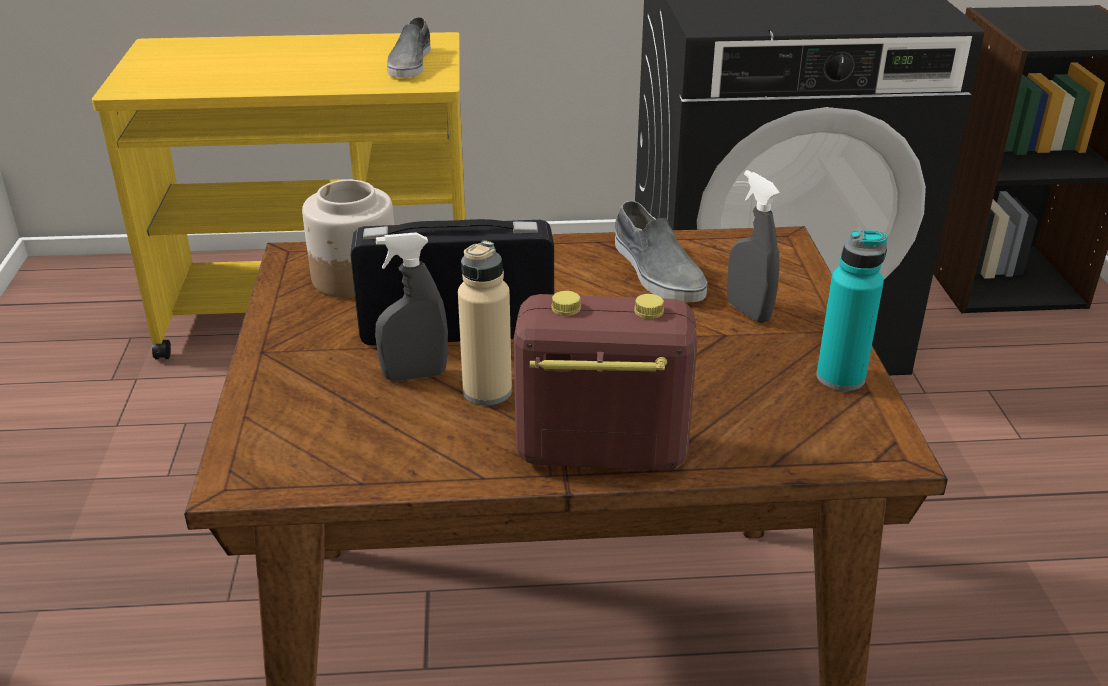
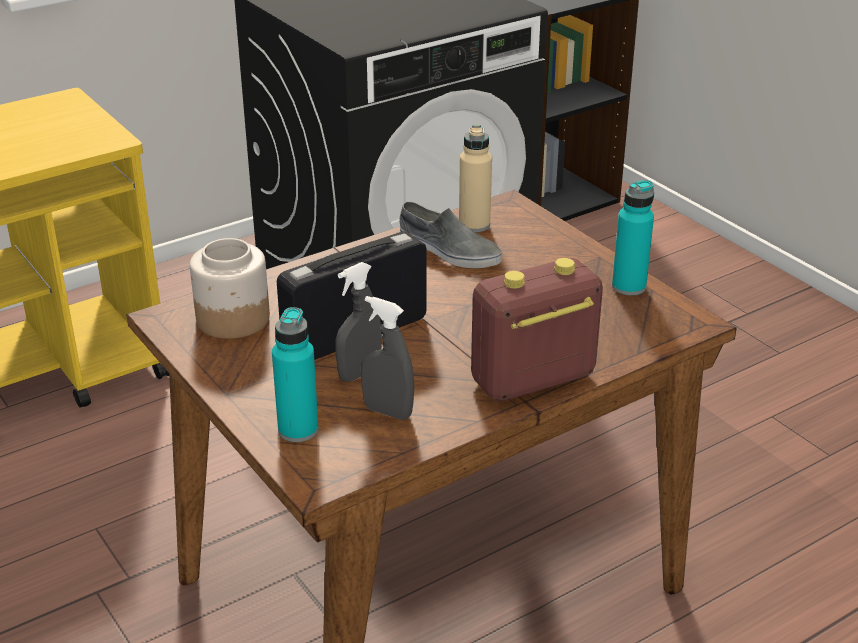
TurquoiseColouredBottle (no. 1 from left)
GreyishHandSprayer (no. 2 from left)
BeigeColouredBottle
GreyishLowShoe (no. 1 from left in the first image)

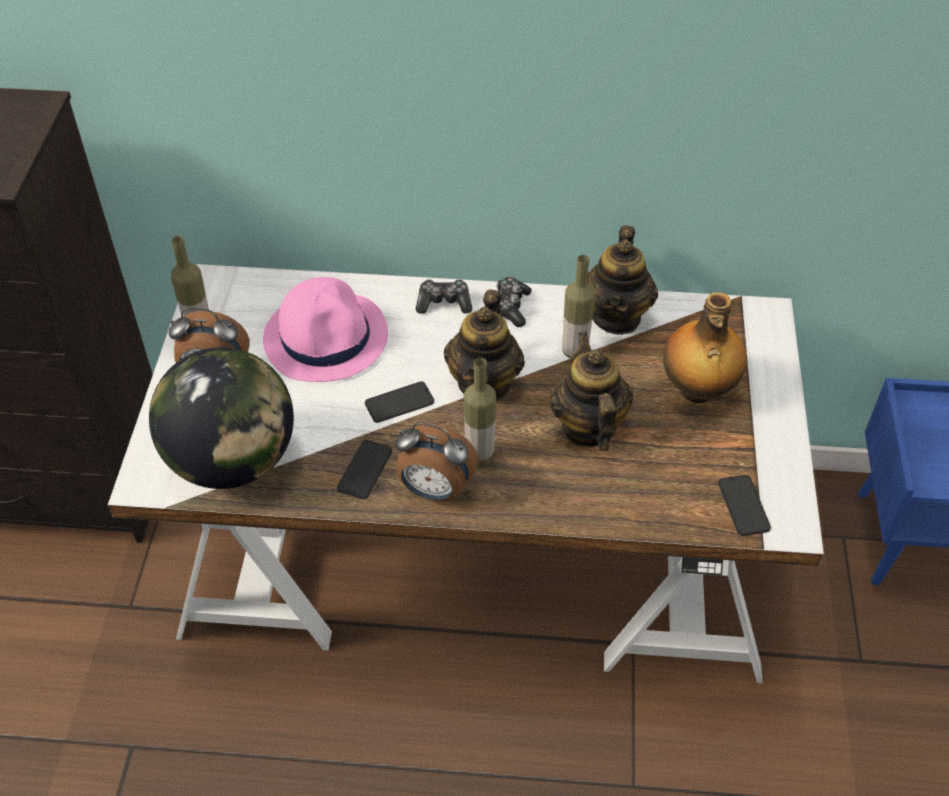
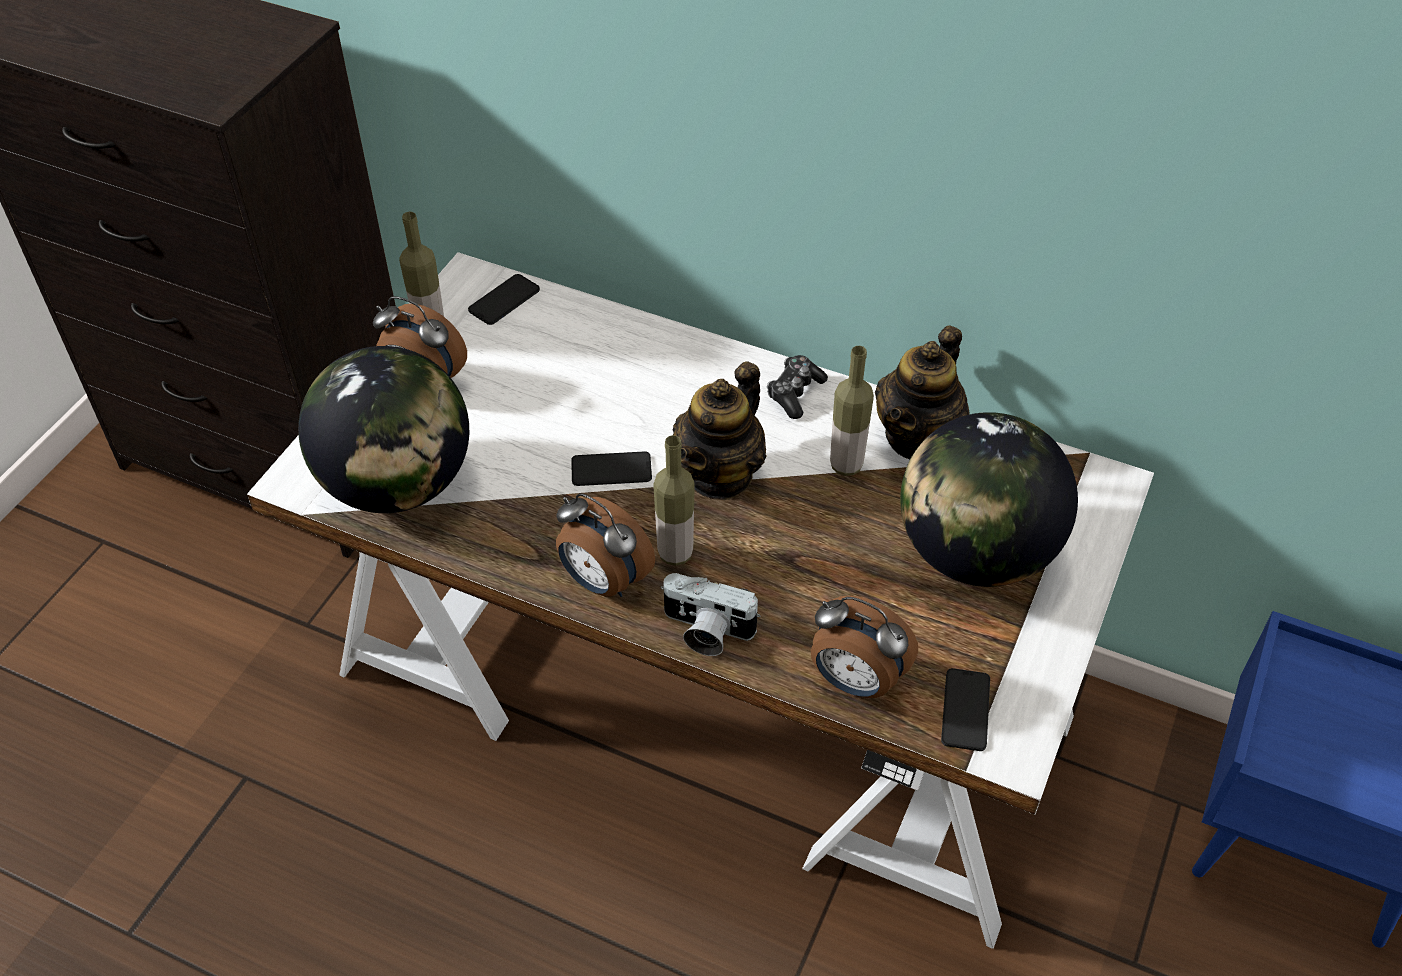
Phone (no. 1 from left)
PhotoCamera
BedsideClock (no. 3 from left)
Globe (no. 2 from left)
PinkHat
GameController (no. 1 from left in the first image)
Teapot (no. 2 from left in the first image)

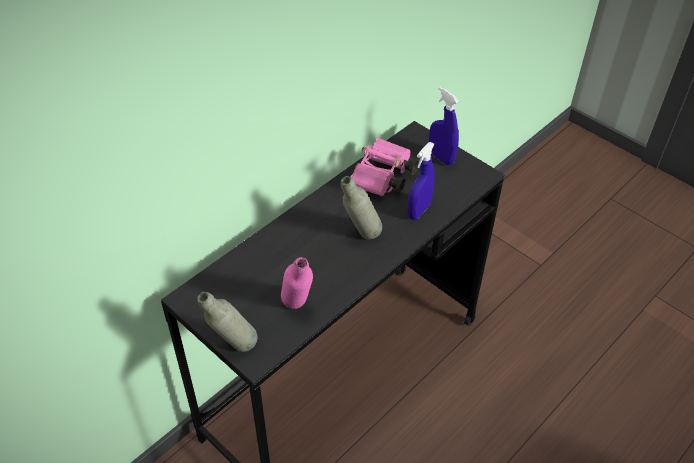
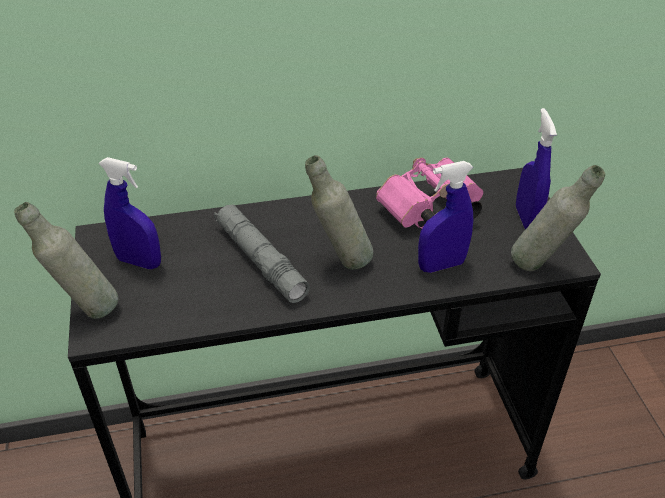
BlueColouredHandSprayer (no. 1 from left)
GreyishTorch
GreyishBottle (no. 3 from left)
PinkBottle

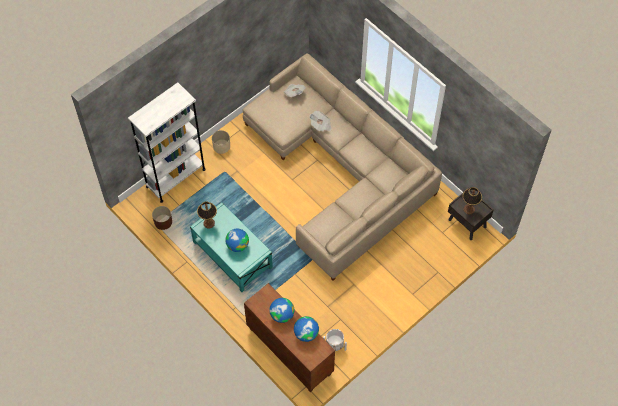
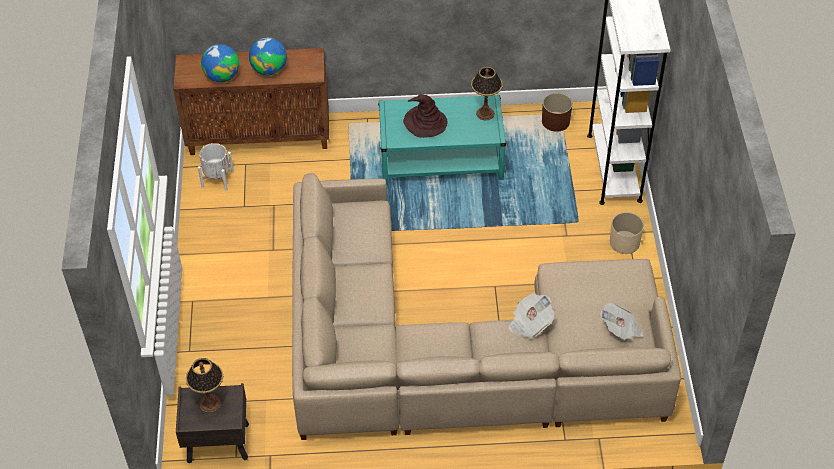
BrownishHat

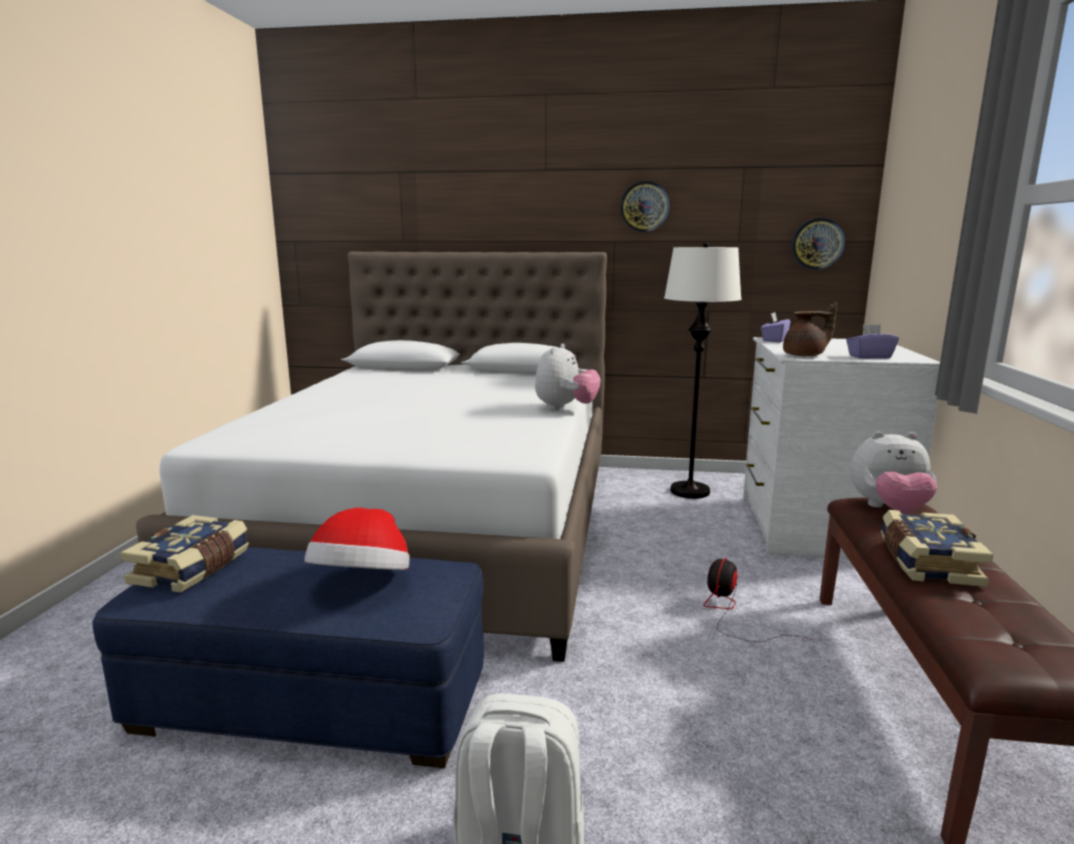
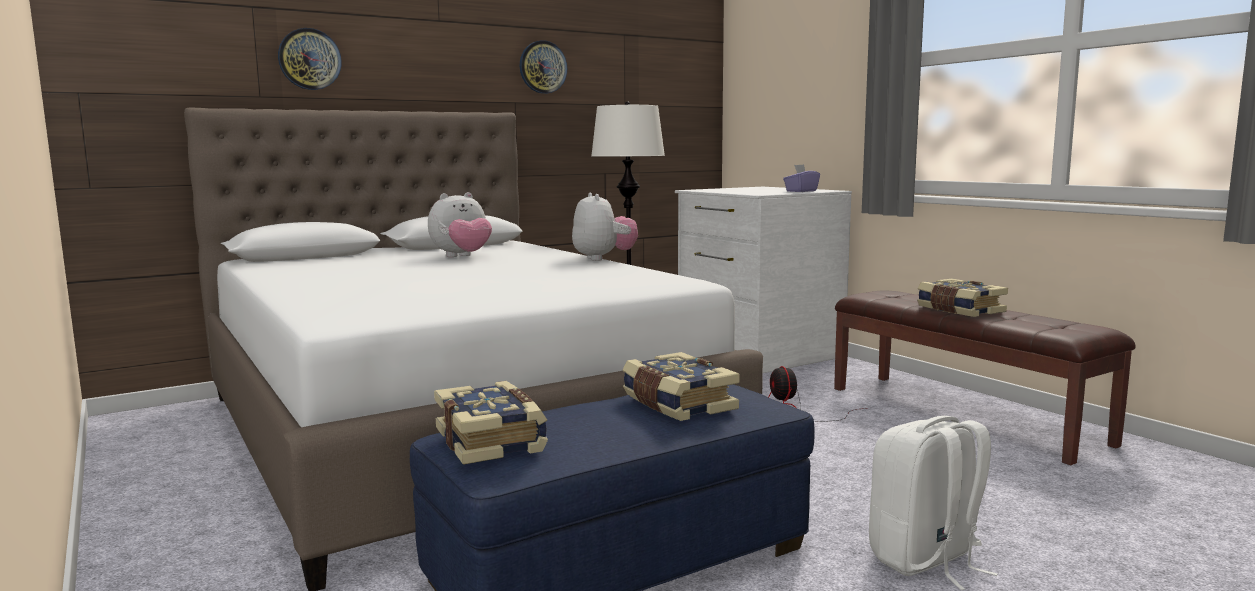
HangingClock (no. 1 from left)
CuddlyToy (no. 1 from left)
BoundBook (no. 2 from left)
PurpleTissueBox (no. 1 from left in the first image)
BrownishTeapot

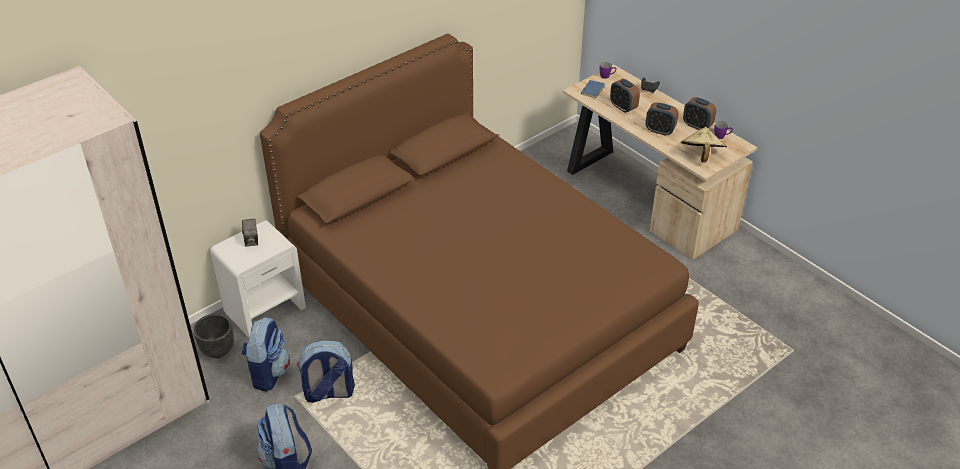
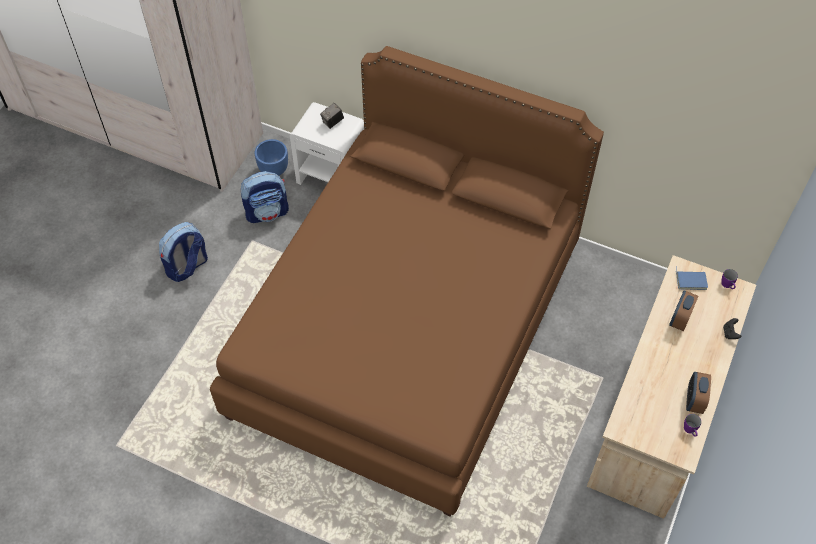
BlueColouredFlowerPot
Backpack (no. 3 from left in the first image)
BedsideClock (no. 2 from left in the first image)
BeigeColouredHat

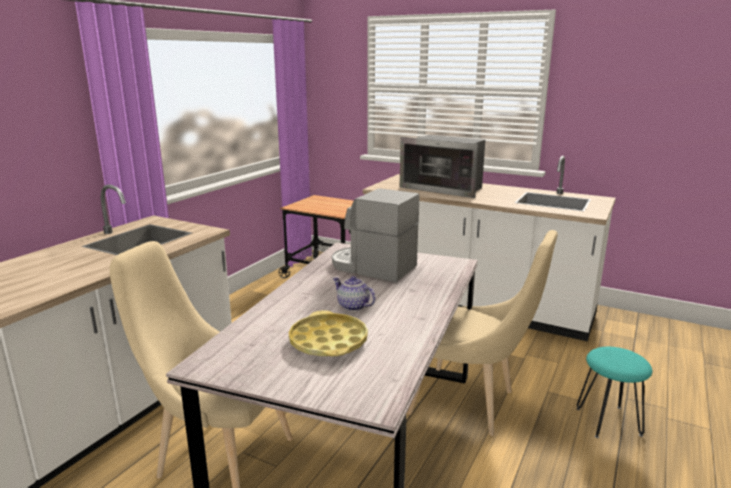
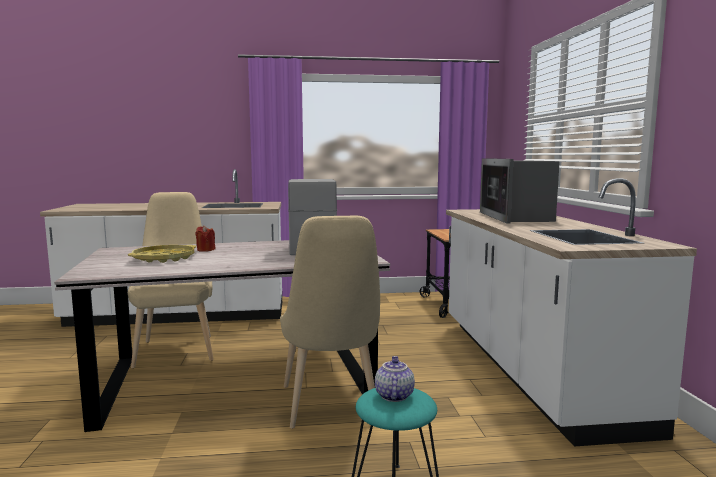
ReddishWaxCandle
Teapot

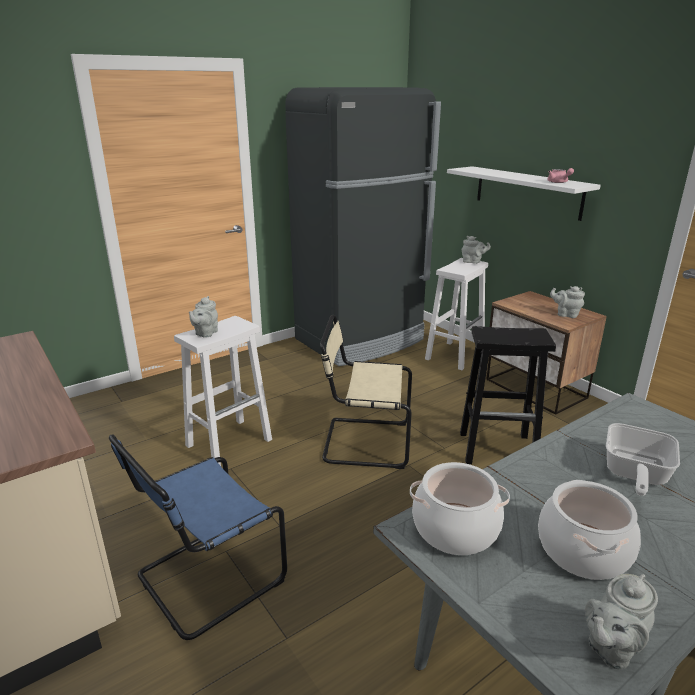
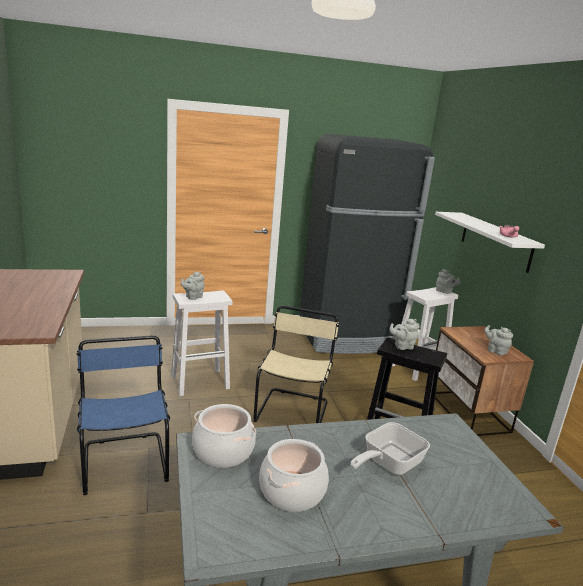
BlueColouredChair
BeigeColouredChair
GreyishTeapot (no. 2 from left)

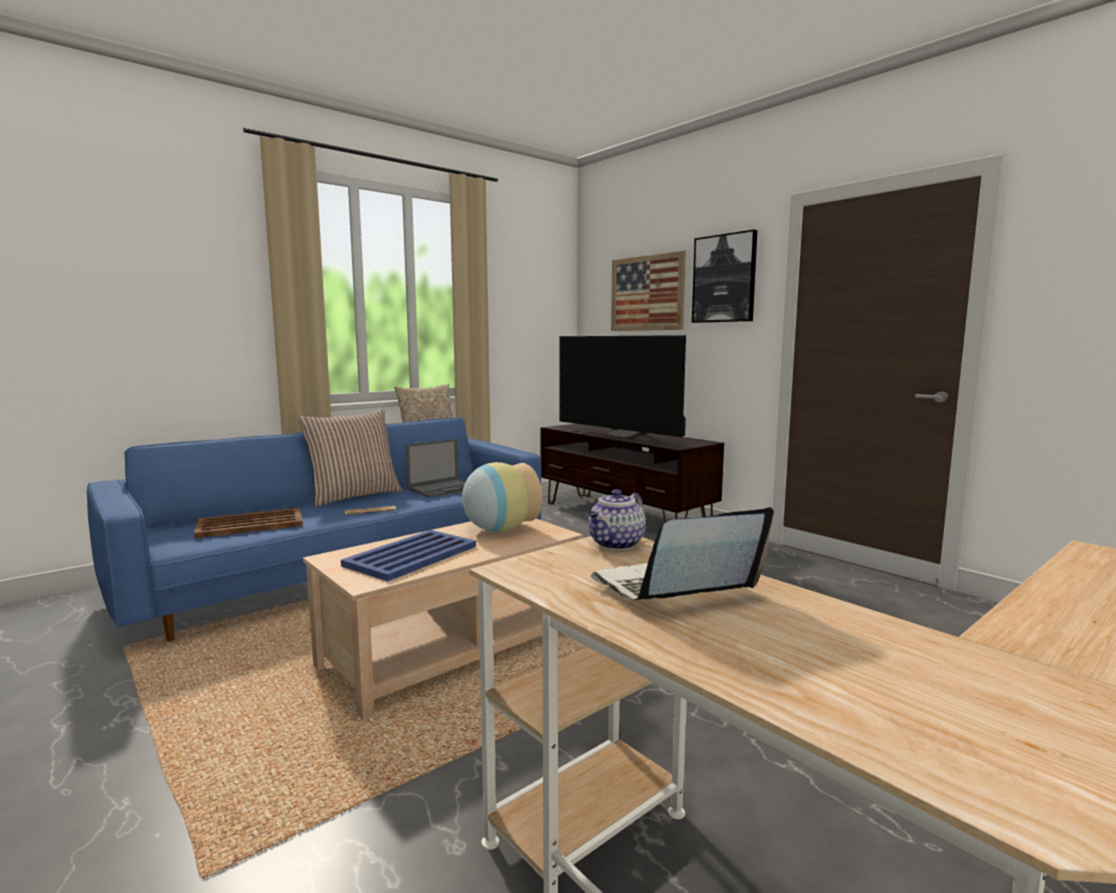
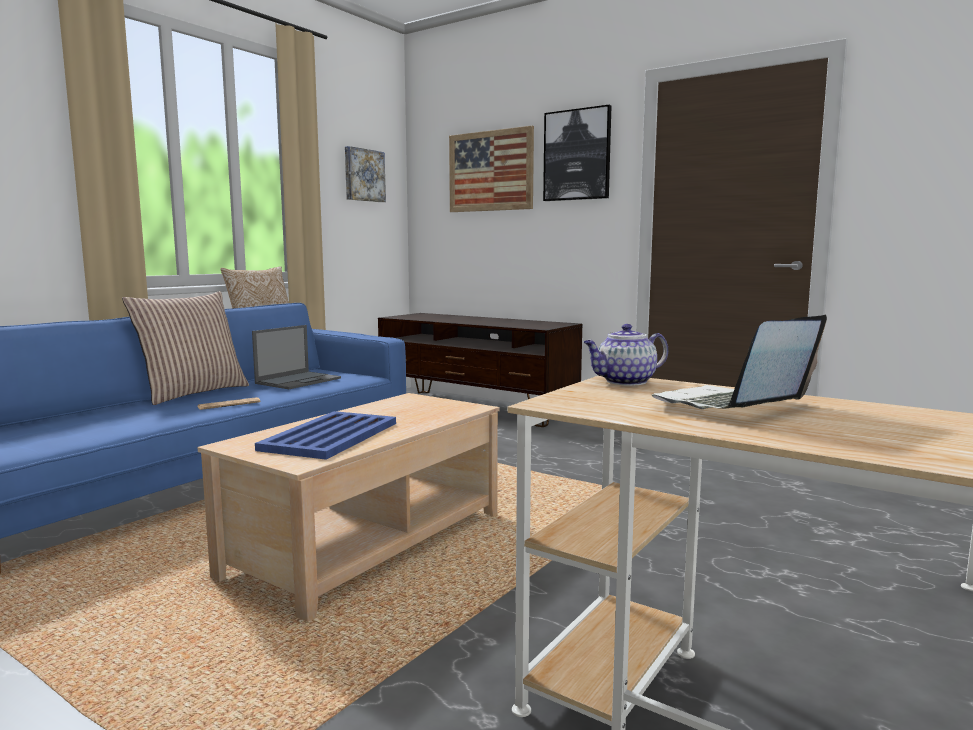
WallArt (no. 1 from left)
Teapot
BrownishTray
DecorativeVase
TvSet

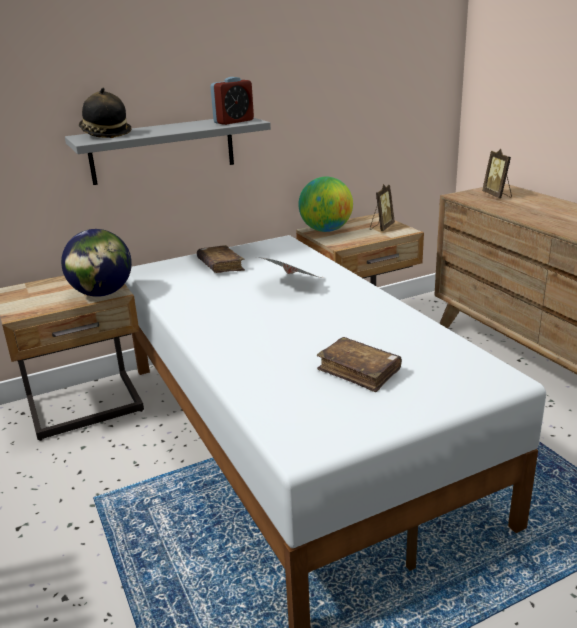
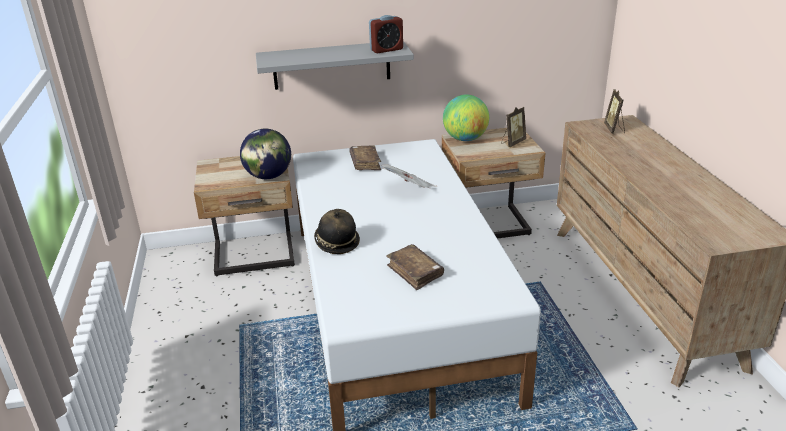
Hat

